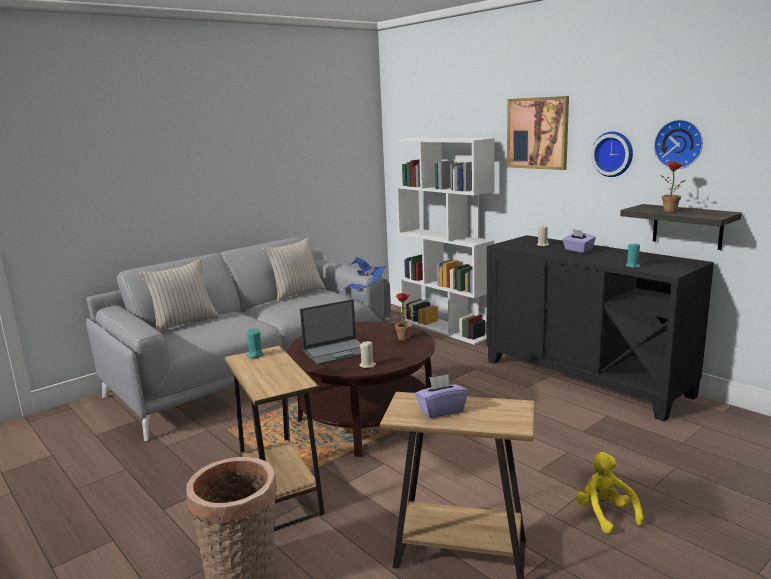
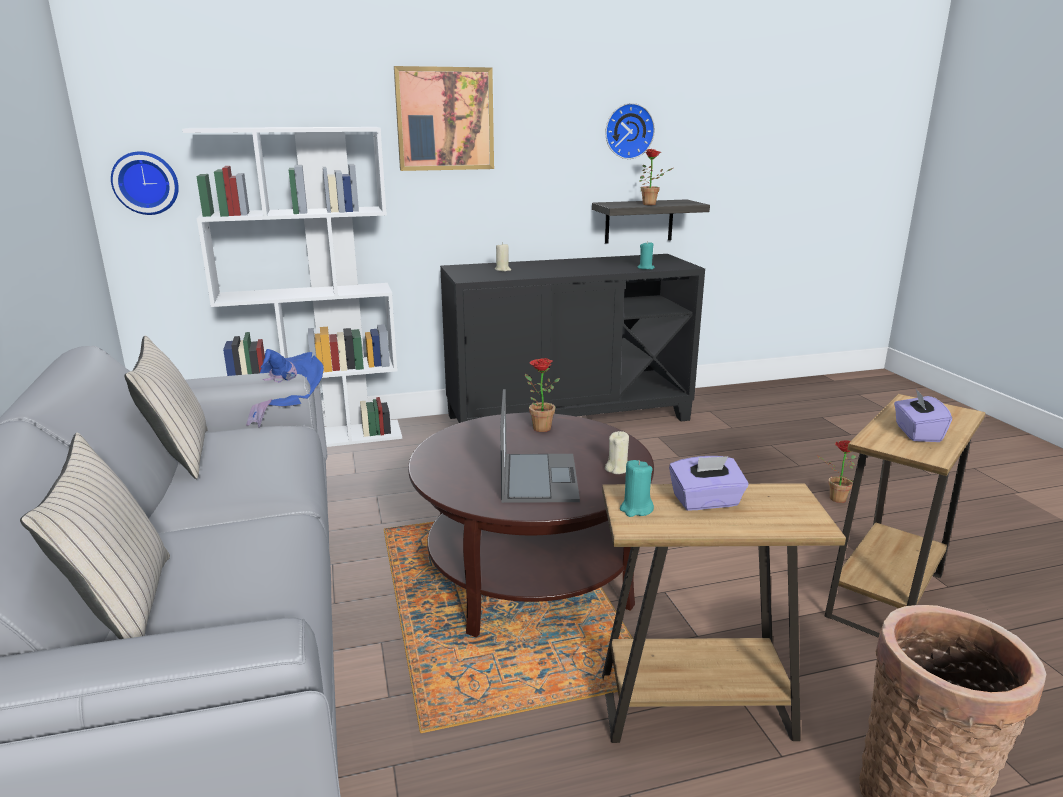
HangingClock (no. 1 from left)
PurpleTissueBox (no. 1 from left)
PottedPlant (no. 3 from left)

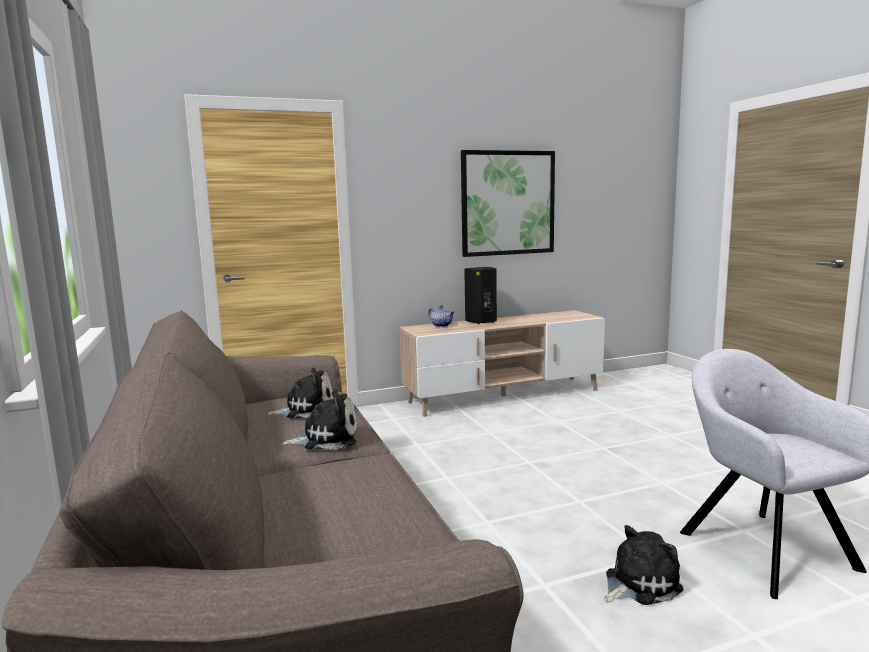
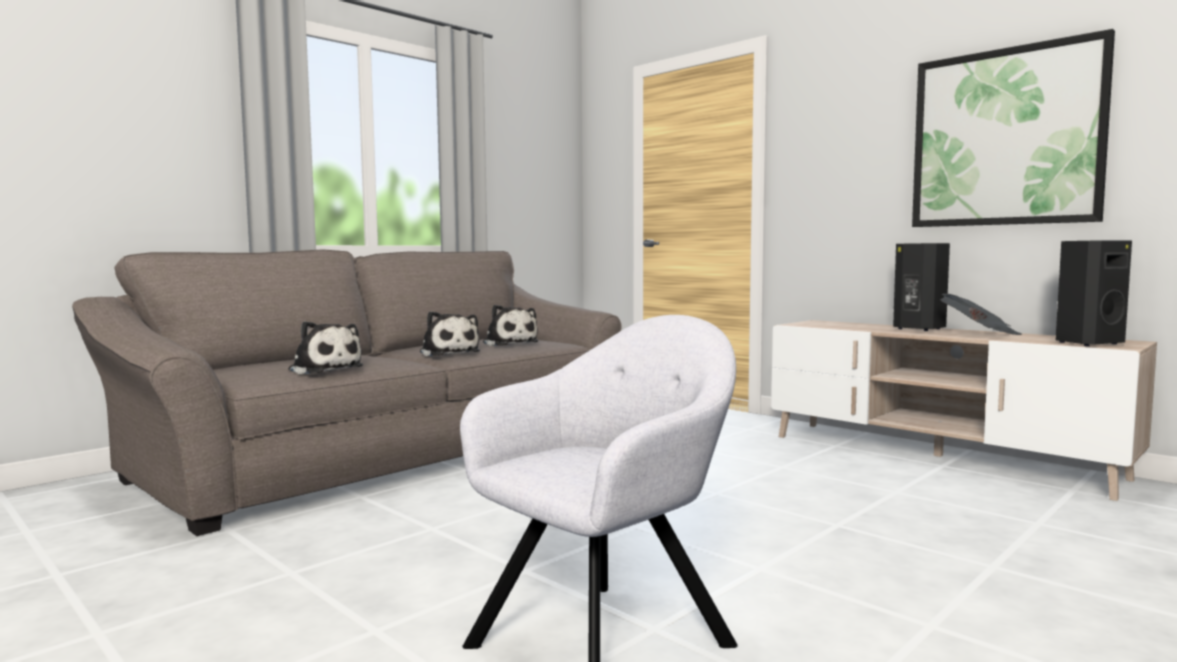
CuddlyToy (no. 1 from left)
PrintedPaper
BlackishAudioSpeaker (no. 2 from left)
Teapot

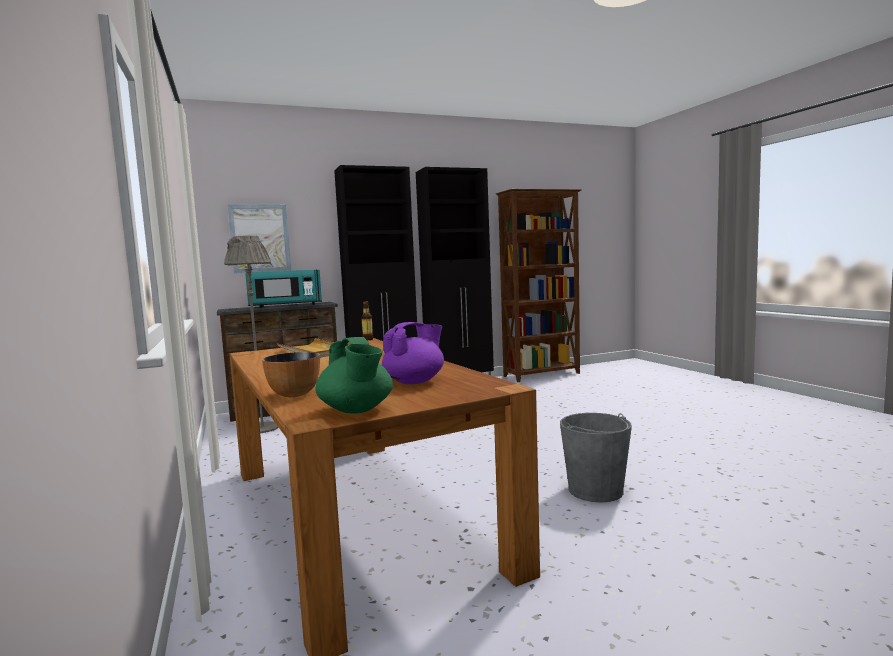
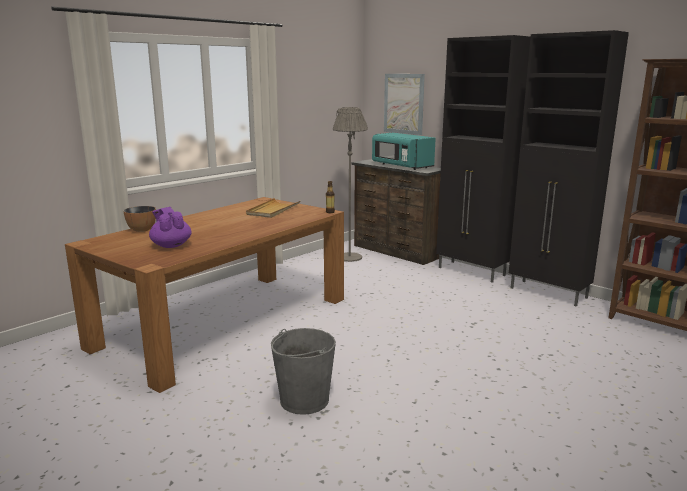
PurpleTeapot
GreenishTeapot

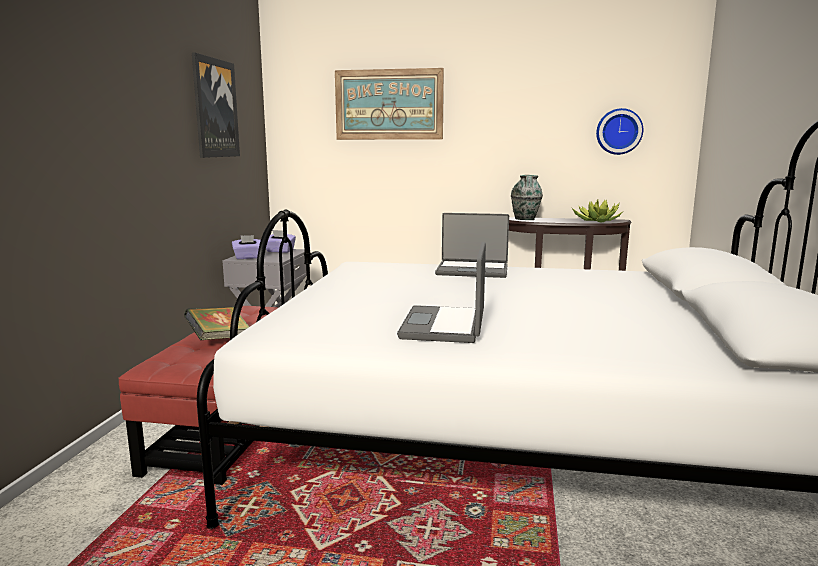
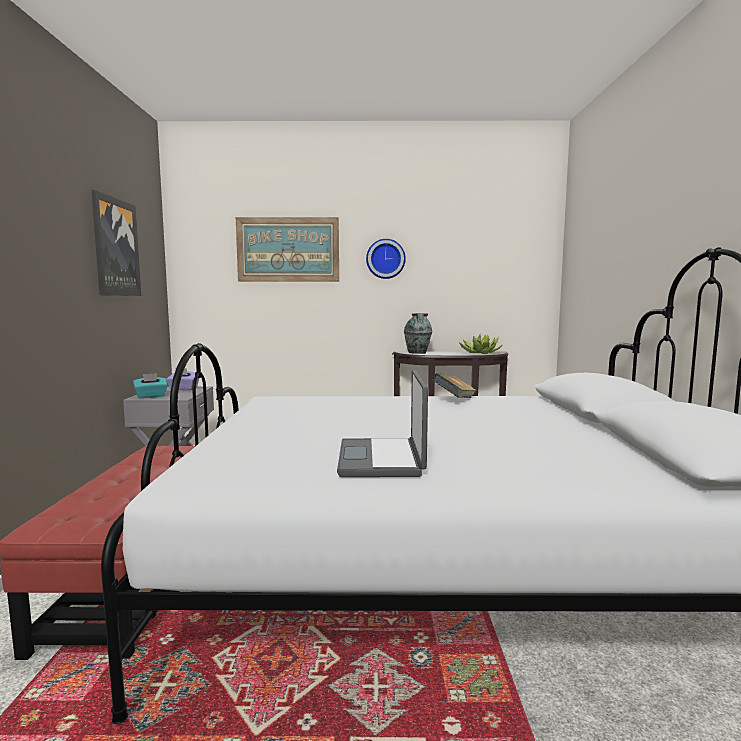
TurquoiseColouredTissueBox
HangingClock
BoundBook
Laptop (no. 2 from left in the first image)

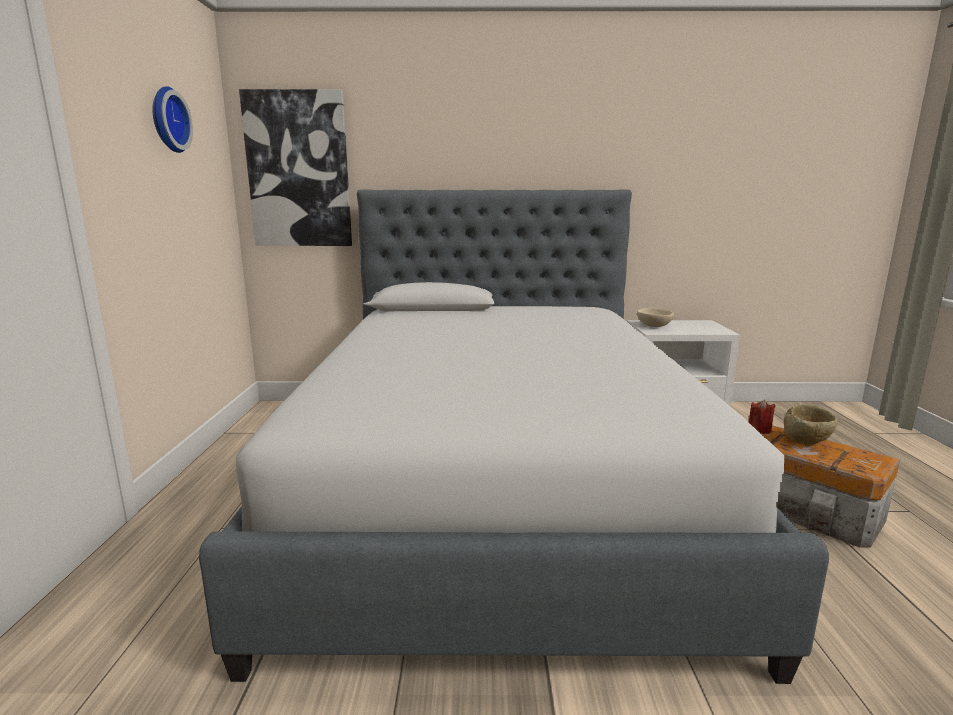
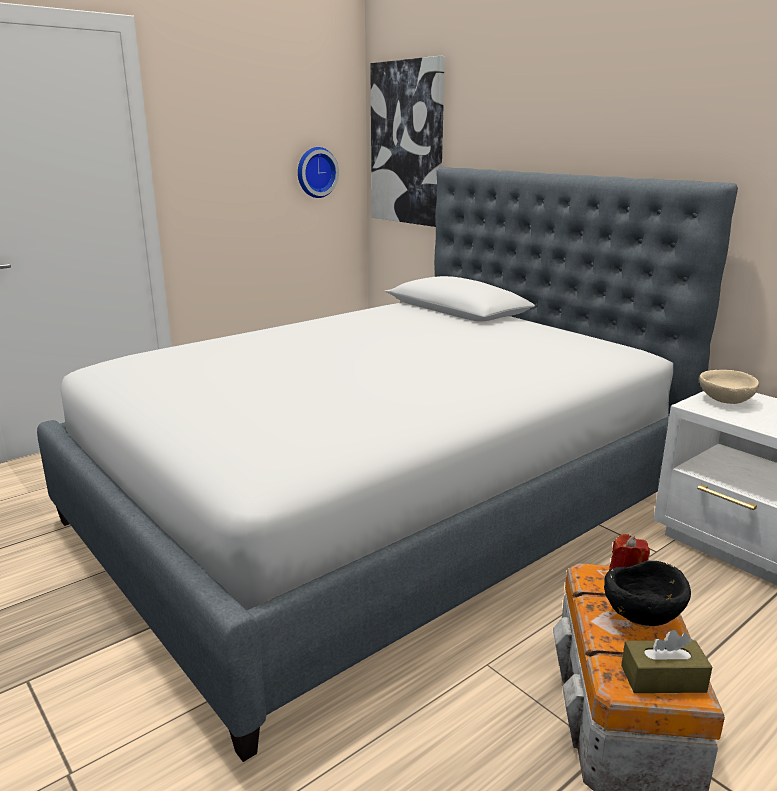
HangingClock
BlackishDeepDish
BrownishTissueBox

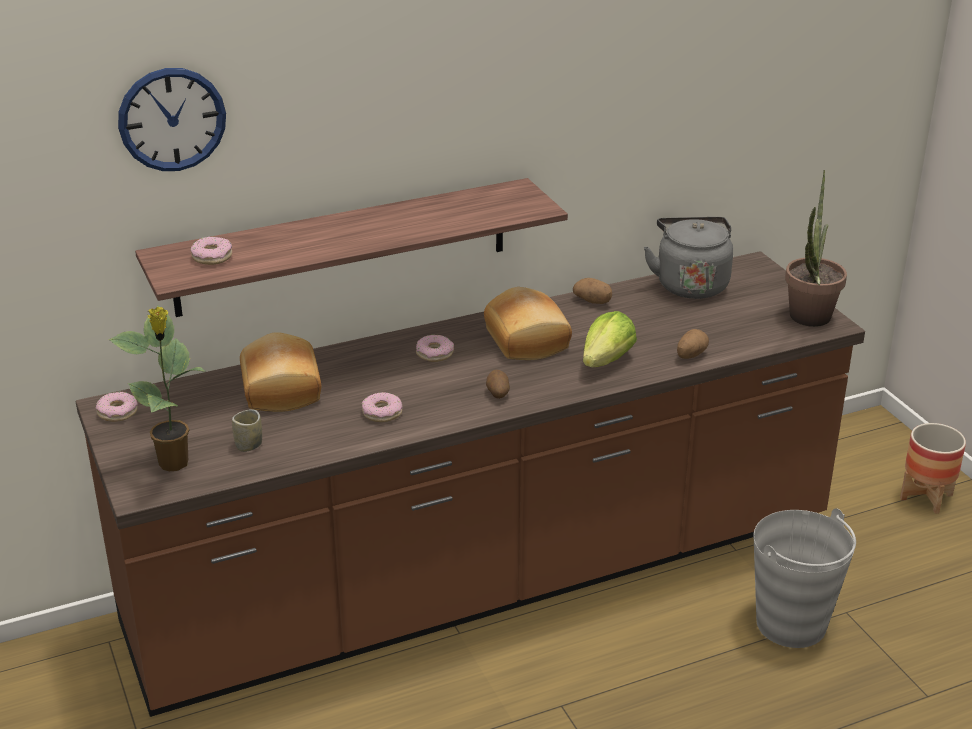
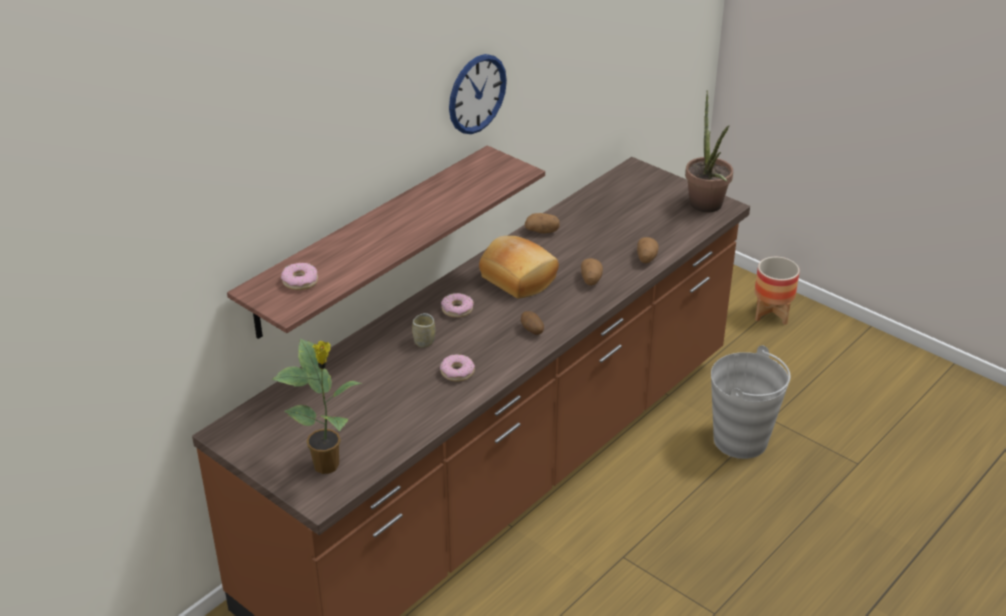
DrinkingCup
HangingClock
Potato (no. 3 from left)
Doughnut (no. 1 from left in the first image)
BakeryBread (no. 1 from left in the first image)
GreyishWaterKettle

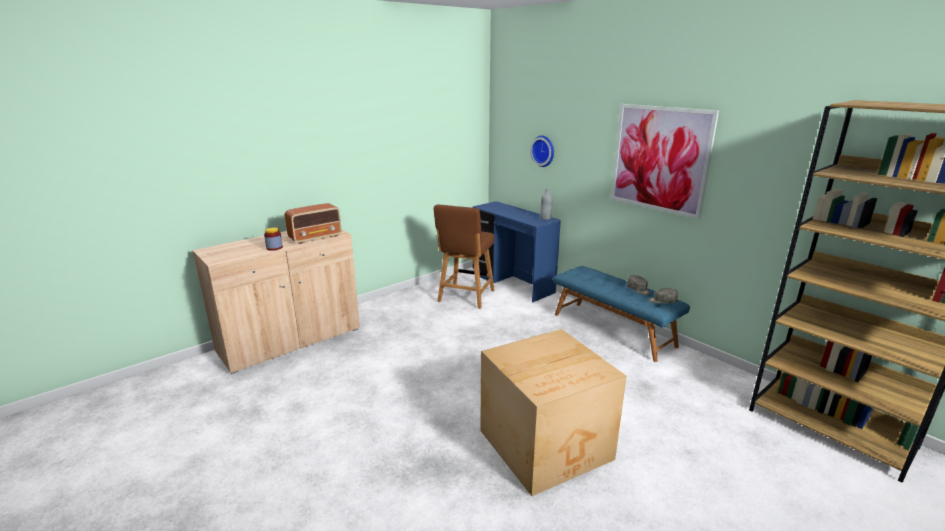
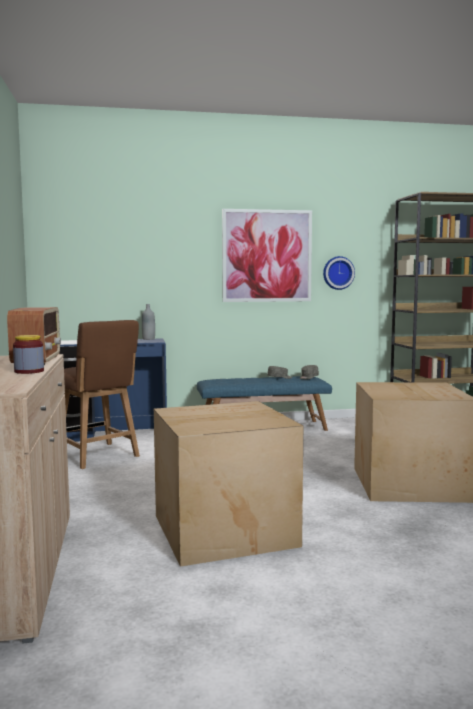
CardboardBox (no. 1 from left)
HangingClock

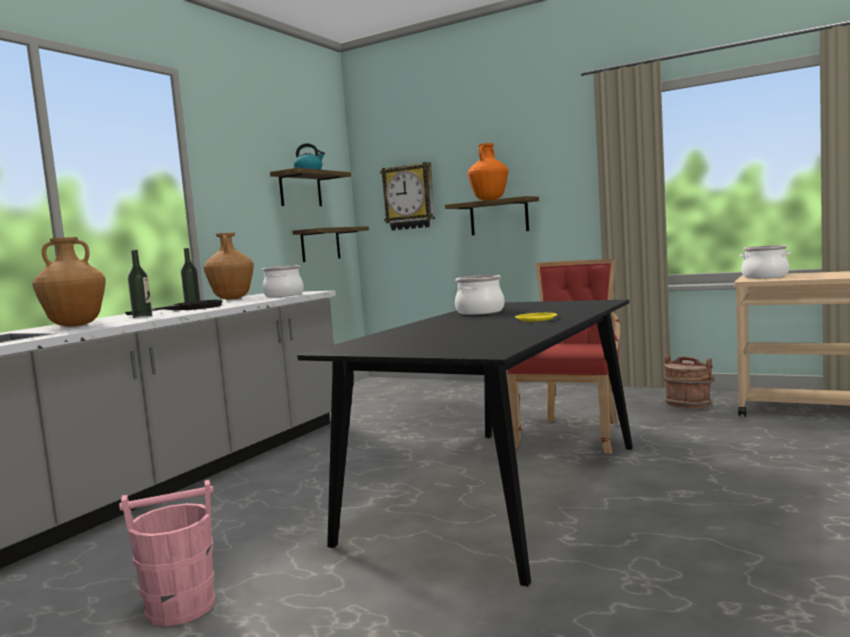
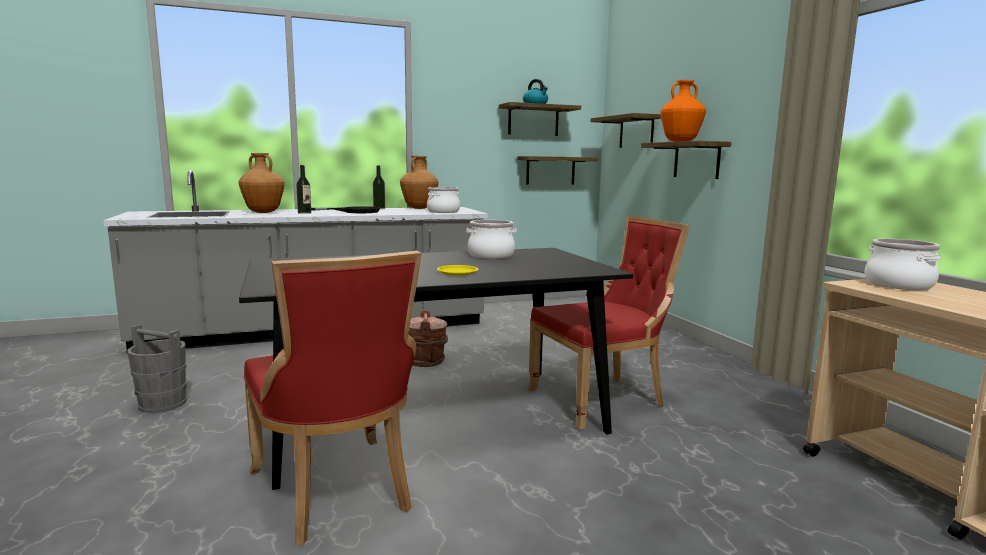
GreyishWaterBucket
ReddishChair (no. 1 from left)
BrownishWaterBucket
WallShelf (no. 3 from left)

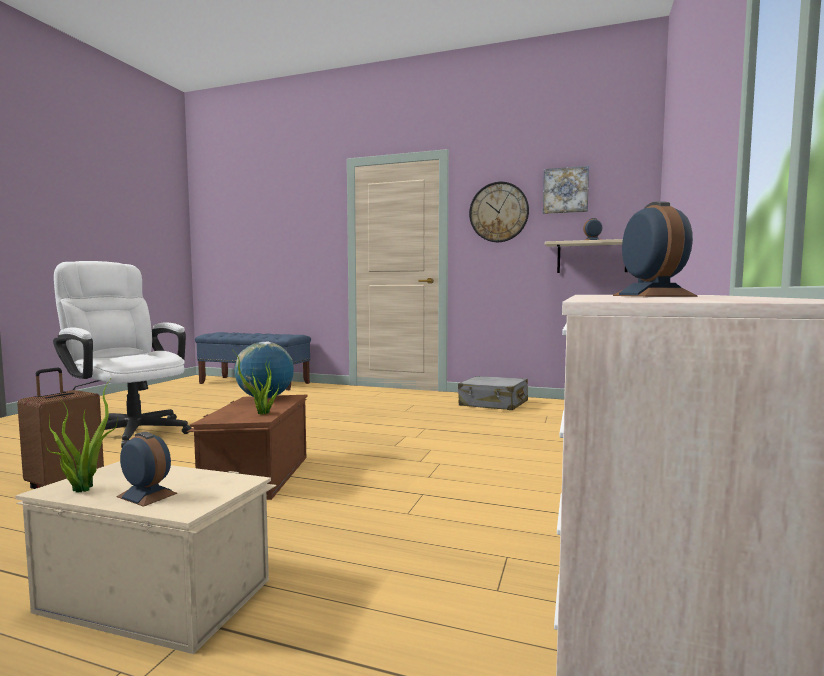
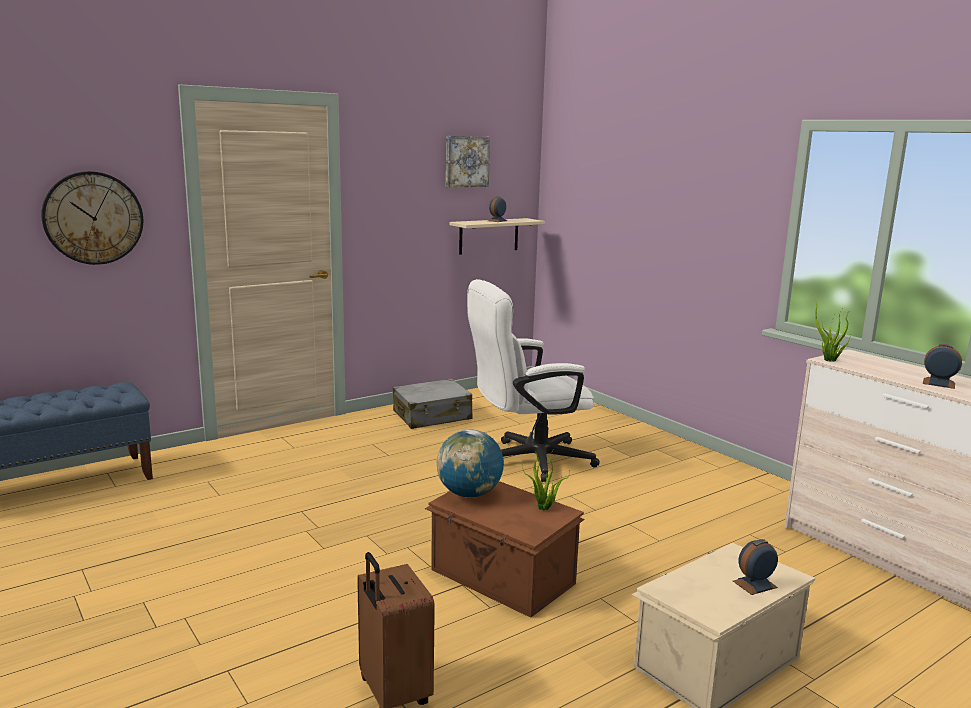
HangingClock
WhitishDeskChair
PottedPlant (no. 2 from left)

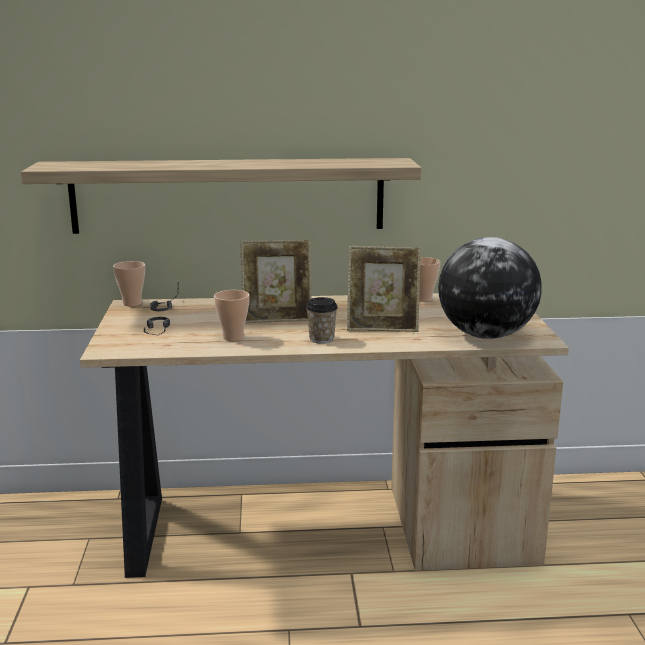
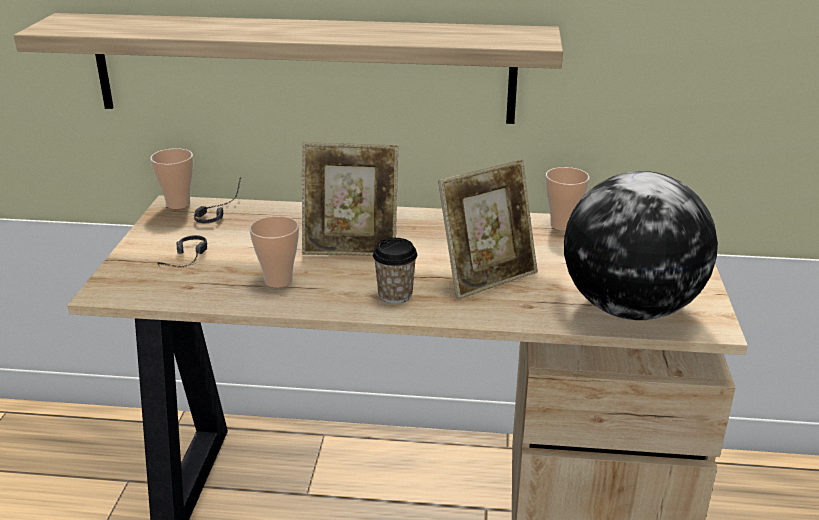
PictureFrame (no. 2 from left)

